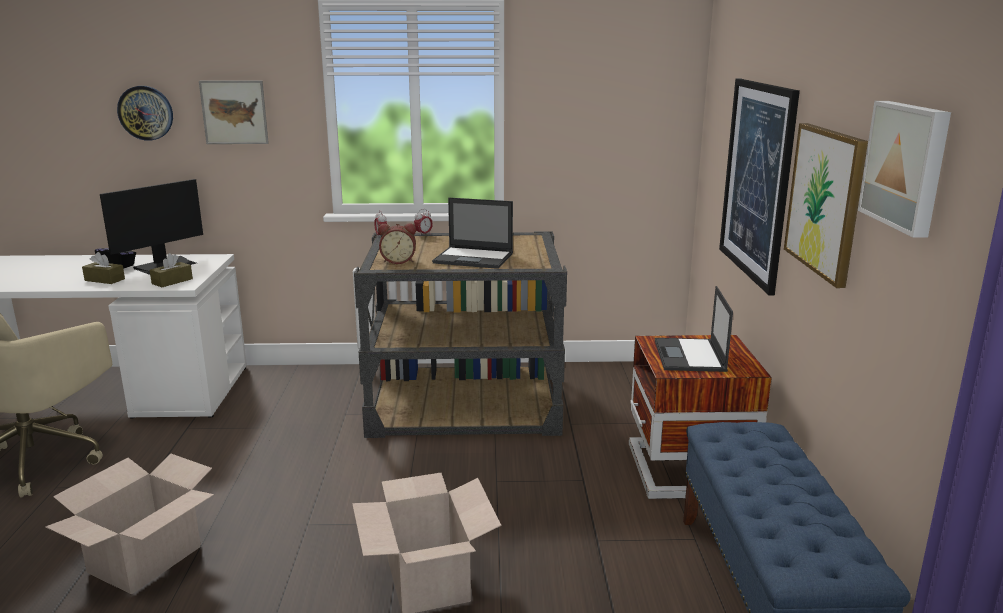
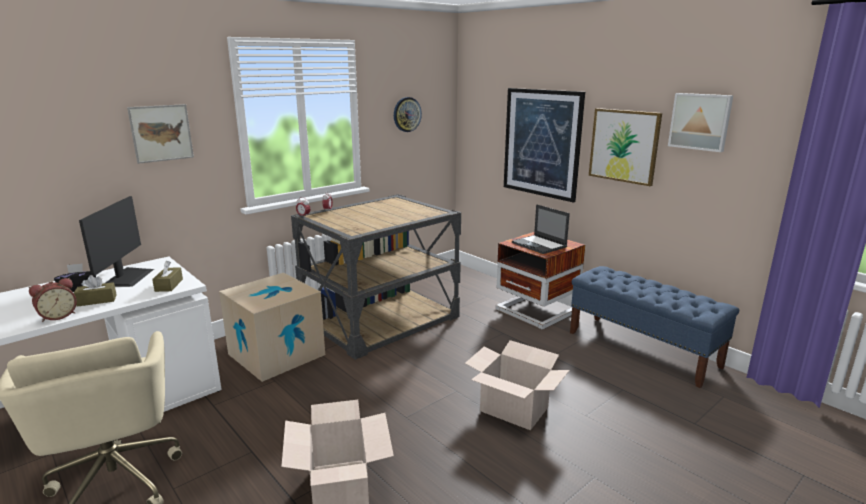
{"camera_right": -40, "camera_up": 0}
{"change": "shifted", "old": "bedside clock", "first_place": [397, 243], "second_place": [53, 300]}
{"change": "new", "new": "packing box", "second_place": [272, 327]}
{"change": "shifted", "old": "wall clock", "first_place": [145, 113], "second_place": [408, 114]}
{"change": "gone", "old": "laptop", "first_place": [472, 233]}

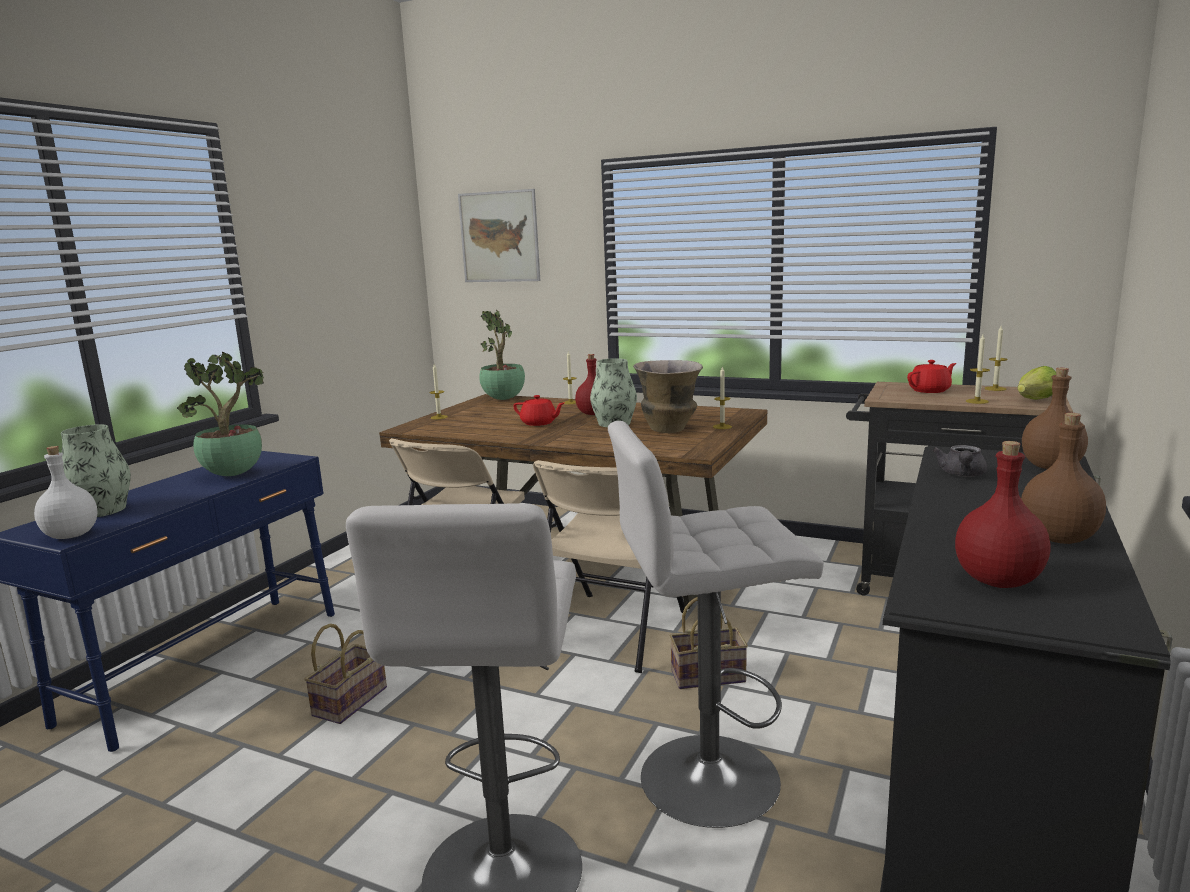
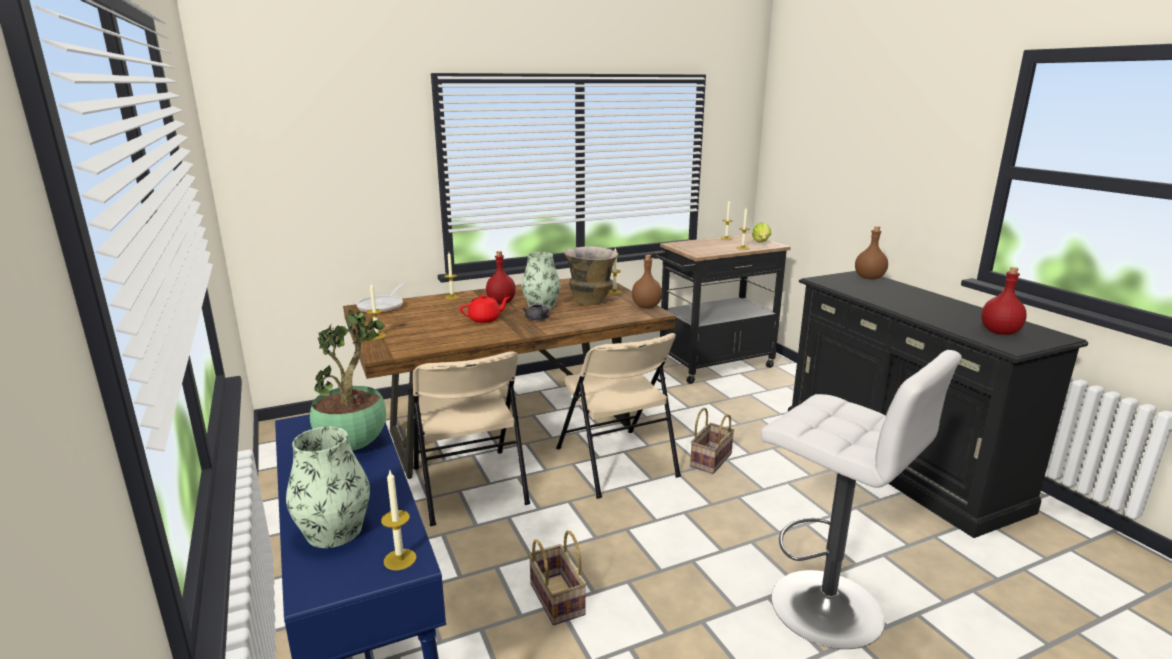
{"camera_right": -50, "camera_up": 5}
{"change": "swapped", "old": "houseplant", "new": "frying pan", "first_place": [502, 354], "second_place": [380, 298]}
{"change": "swapped", "old": "beverage bottle/white-coloured", "new": "wax light", "first_place": [65, 492], "second_place": [399, 521]}
{"change": "shifted", "old": "teapot/gray", "first_place": [960, 461], "second_place": [536, 312]}
{"change": "shifted", "old": "beverage bottle/brown-coloured", "first_place": [1063, 478], "second_place": [647, 281]}
{"change": "gone", "old": "wall art", "first_place": [499, 235]}
{"change": "gone", "old": "stool seat/white-coloured", "first_place": [716, 624]}
{"change": "gone", "old": "teapot/red", "first_place": [931, 376]}

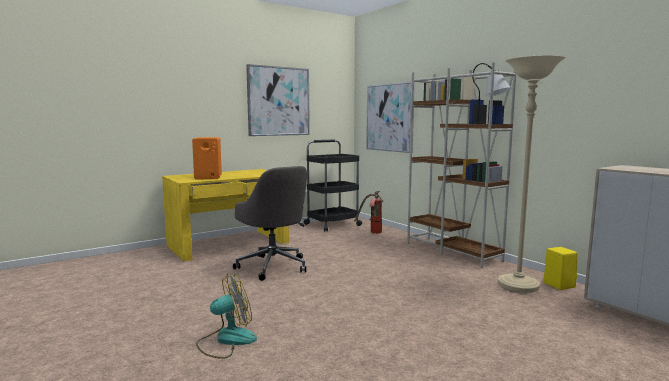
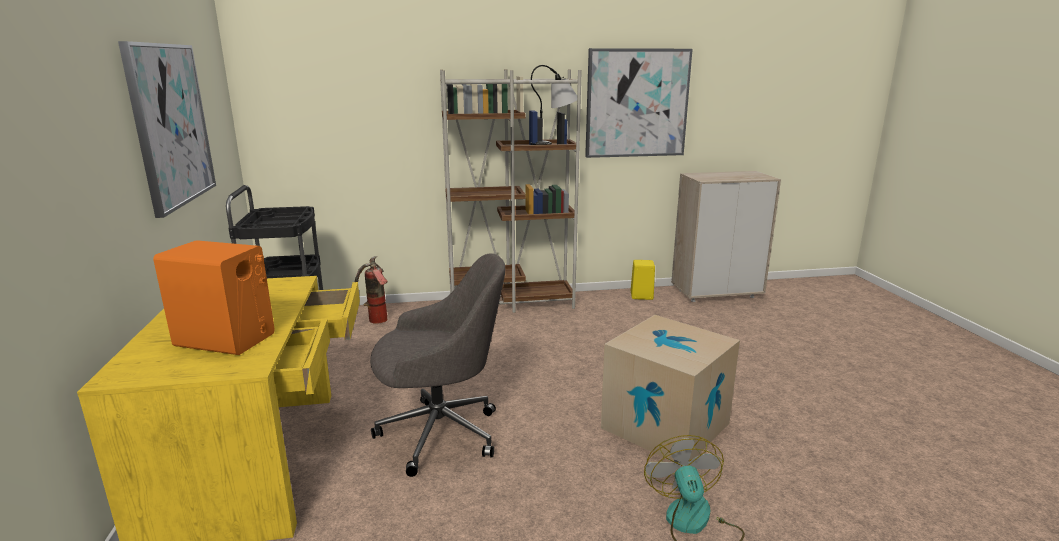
{"camera_right": -65, "camera_up": 10}
{"change": "shifted", "old": "wall art", "first_place": [390, 117], "second_place": [639, 103]}
{"change": "new", "new": "packing box", "second_place": [670, 388]}
{"change": "gone", "old": "floor lamp/beige-coloured", "first_place": [531, 174]}

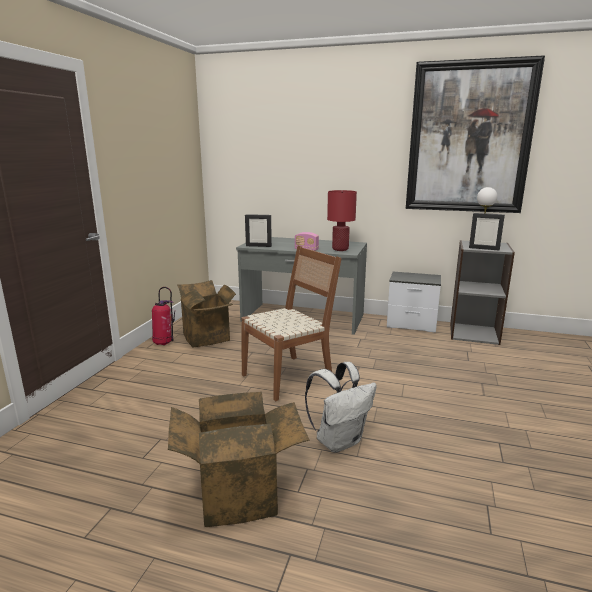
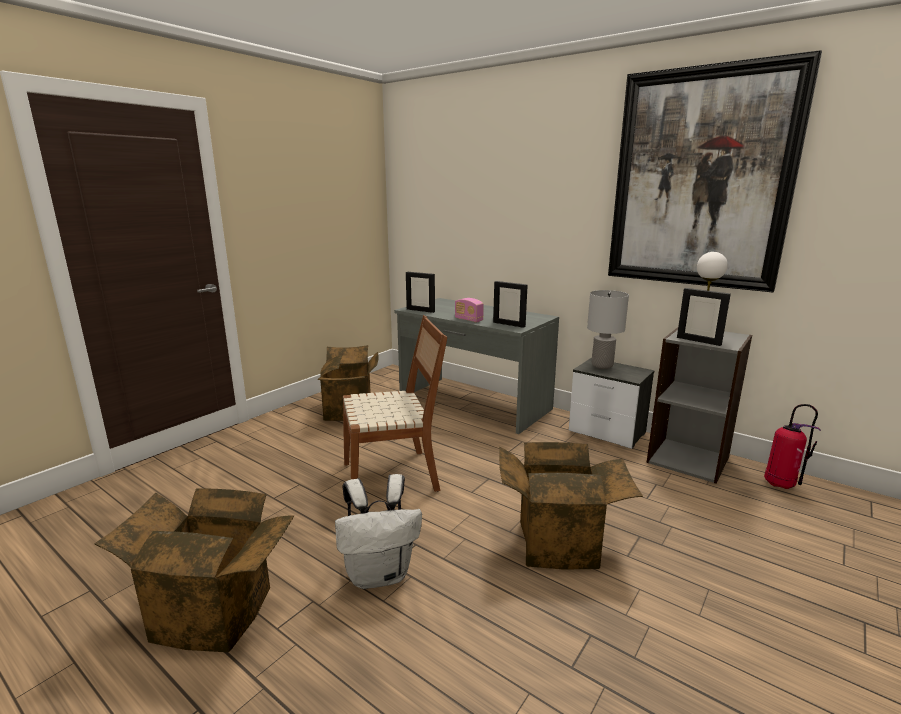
{"camera_right": 20, "camera_up": 0}
{"change": "swapped", "old": "tabletop lamp/red", "new": "standing frame", "first_place": [342, 220], "second_place": [510, 304]}
{"change": "new", "new": "packing box", "second_place": [571, 506]}
{"change": "new", "new": "tabletop lamp/gray", "second_place": [608, 329]}
{"change": "shifted", "old": "fire-fighting cylinder", "first_place": [163, 316], "second_place": [792, 446]}

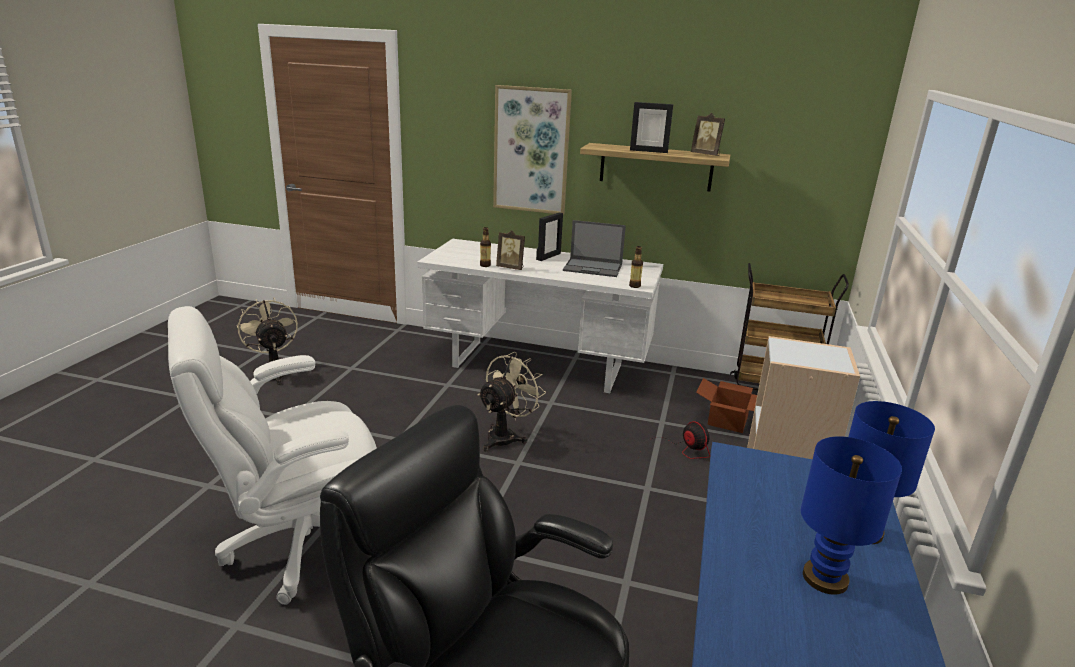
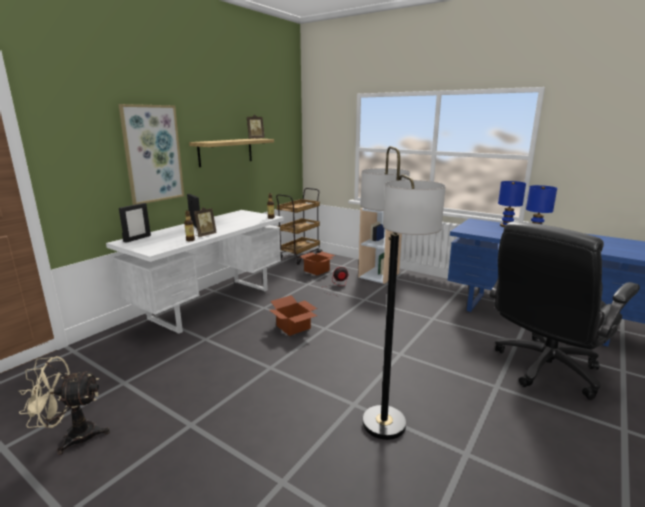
{"camera_right": -70, "camera_up": -5}
{"change": "shifted", "old": "standing frame", "first_place": [651, 127], "second_place": [135, 223]}
{"change": "swapped", "old": "cooling fan/beige-coloured", "new": "packing box", "first_place": [512, 401], "second_place": [293, 315]}
{"change": "swapped", "old": "office chair/white-coloured", "new": "floor lamp", "first_place": [272, 455], "second_place": [403, 293]}
{"change": "gone", "old": "laptop", "first_place": [594, 248]}

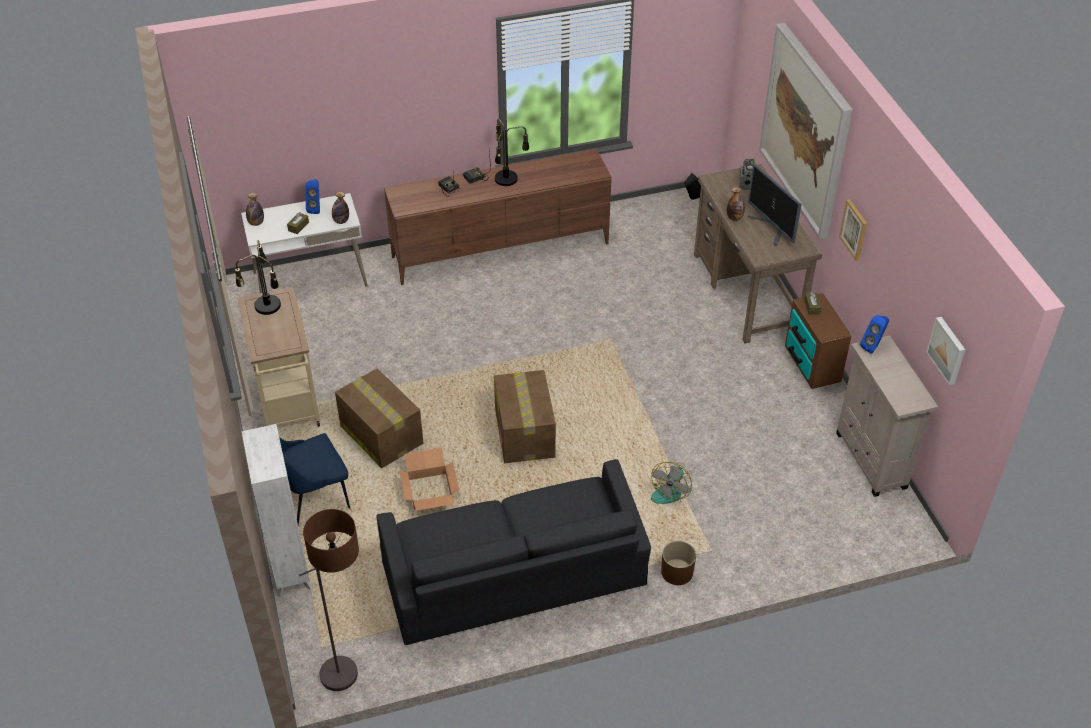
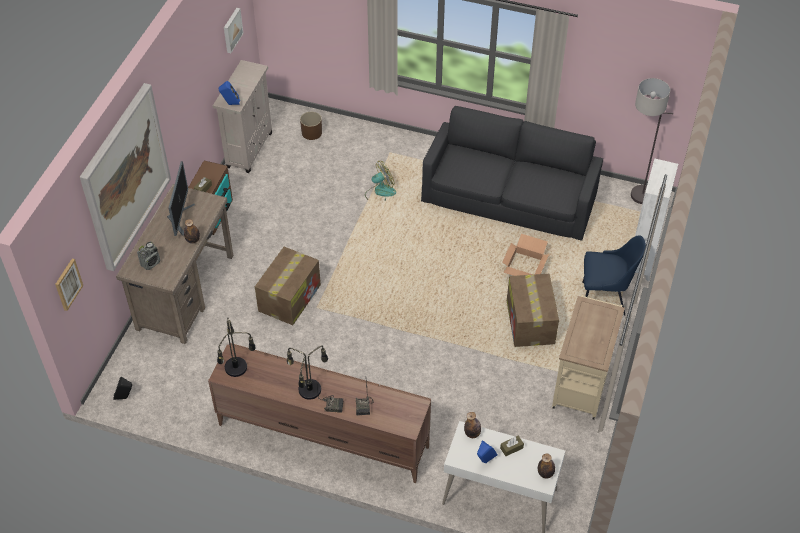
{"camera_right": -145, "camera_up": 5}
{"change": "shifted", "old": "wall art", "first_place": [853, 230], "second_place": [69, 285]}
{"change": "shifted", "old": "tabletop lamp", "first_place": [258, 277], "second_place": [236, 347]}
{"change": "shifted", "old": "packing box", "first_place": [525, 416], "second_place": [288, 286]}
{"change": "shifted", "old": "planter/brown-coloured", "first_place": [678, 563], "second_place": [311, 126]}
{"change": "repainted", "old": "floor lamp/brown-coloured", "new": "floor lamp/gray", "first_place": [329, 600], "second_place": [652, 141]}

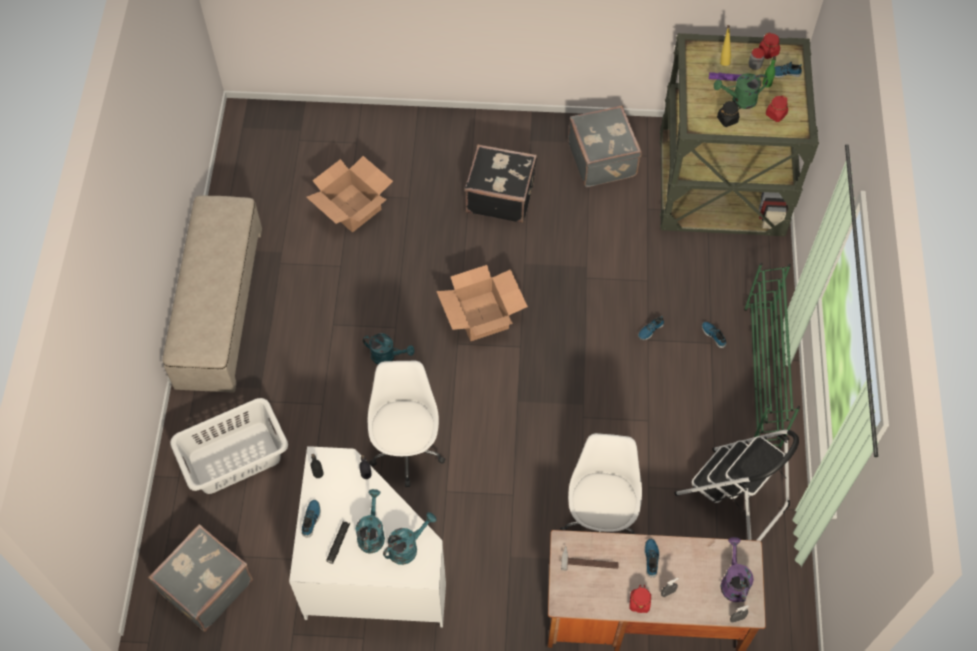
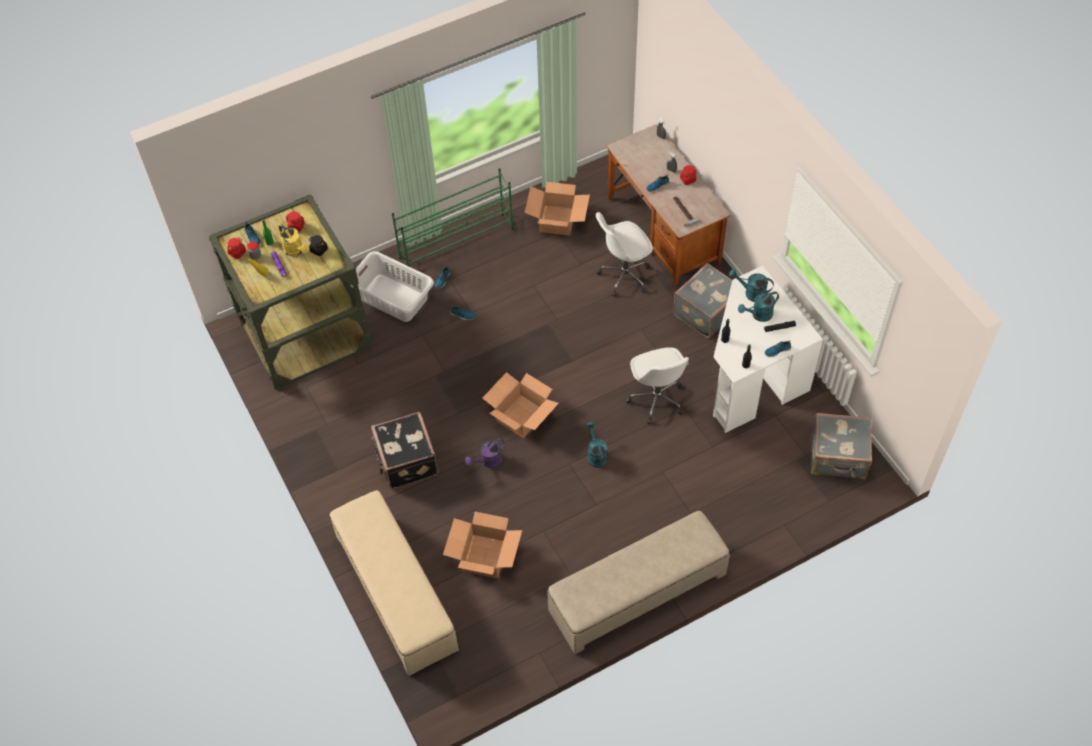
{"camera_right": -120, "camera_up": -5}
{"change": "repainted", "old": "watering can/green", "new": "watering can/yellow", "first_place": [741, 91], "second_place": [294, 240]}
{"change": "new", "new": "bench/beige-coloured", "second_place": [394, 583]}
{"change": "shifted", "old": "laundry basket/white-coloured", "first_place": [229, 446], "second_place": [392, 286]}
{"change": "shifted", "old": "watering can/purple-coloured", "first_place": [737, 569], "second_place": [484, 453]}
{"change": "swapped", "old": "step stool", "new": "packing box", "first_place": [737, 485], "second_place": [557, 208]}
{"change": "rotated", "old": "office chair/white-coloured", "first_place": [406, 424], "second_place": [657, 385], "degrees": -75}
{"change": "shifted", "old": "travel case/gray", "first_place": [605, 146], "second_place": [702, 300]}

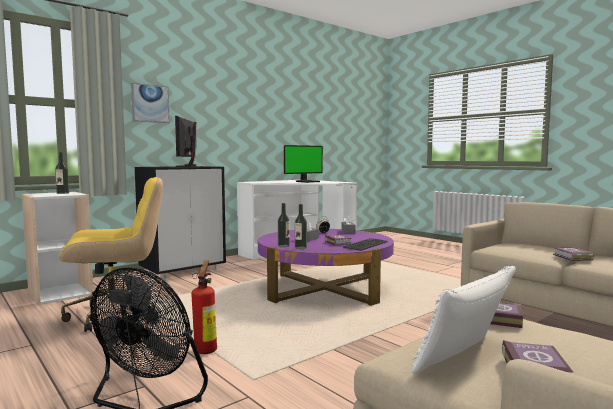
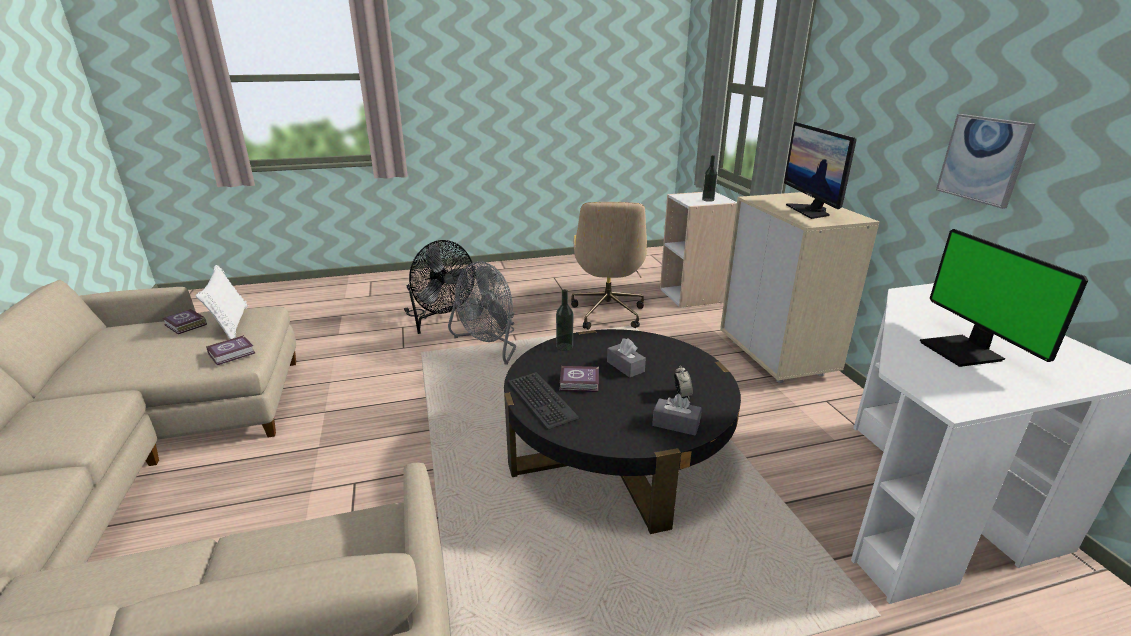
{"camera_right": 115, "camera_up": 20}
{"change": "swapped", "old": "fire-fighting cylinder", "new": "cooling fan/gray", "first_place": [204, 307], "second_place": [482, 313]}
{"change": "repainted", "old": "low table/purple-coloured", "new": "low table/blackish", "first_place": [326, 267], "second_place": [622, 431]}
{"change": "repainted", "old": "cabinet/blackish", "new": "cabinet/beige-coloured", "first_place": [180, 222], "second_place": [800, 287]}
{"change": "rotated", "old": "computer display", "first_place": [186, 141], "second_place": [820, 170], "degrees": -120}
{"change": "shifted", "old": "wall art", "first_place": [150, 103], "second_place": [985, 161]}
{"change": "gone", "old": "beverage bottle", "first_place": [284, 225]}
{"change": "gone", "old": "bound book", "first_place": [573, 254]}

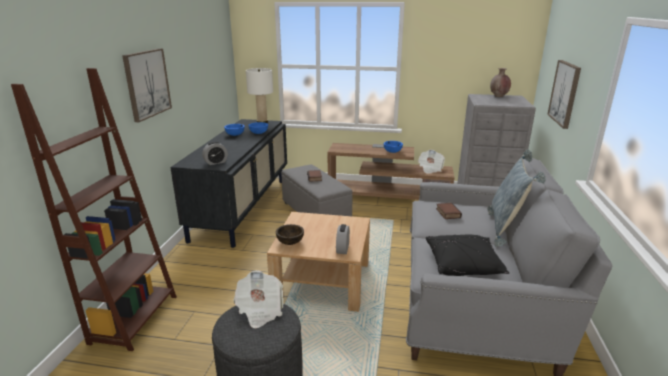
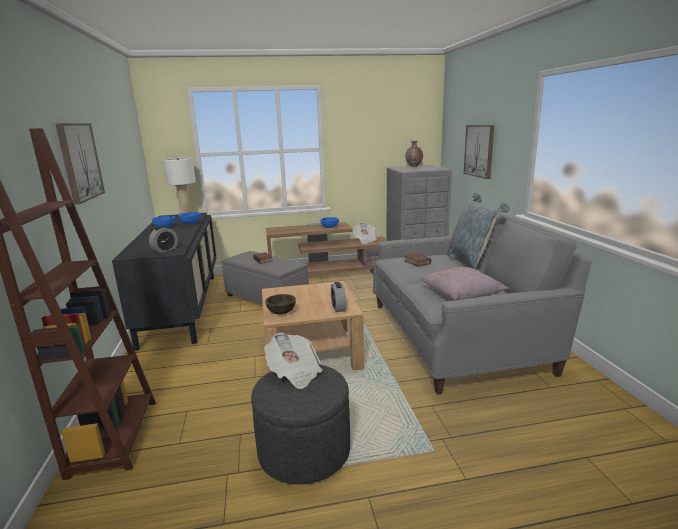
{"camera_right": -20, "camera_up": -5}
{"change": "repainted", "old": "pillow/blackish", "new": "pillow/purple-coloured", "first_place": [467, 255], "second_place": [464, 284]}

